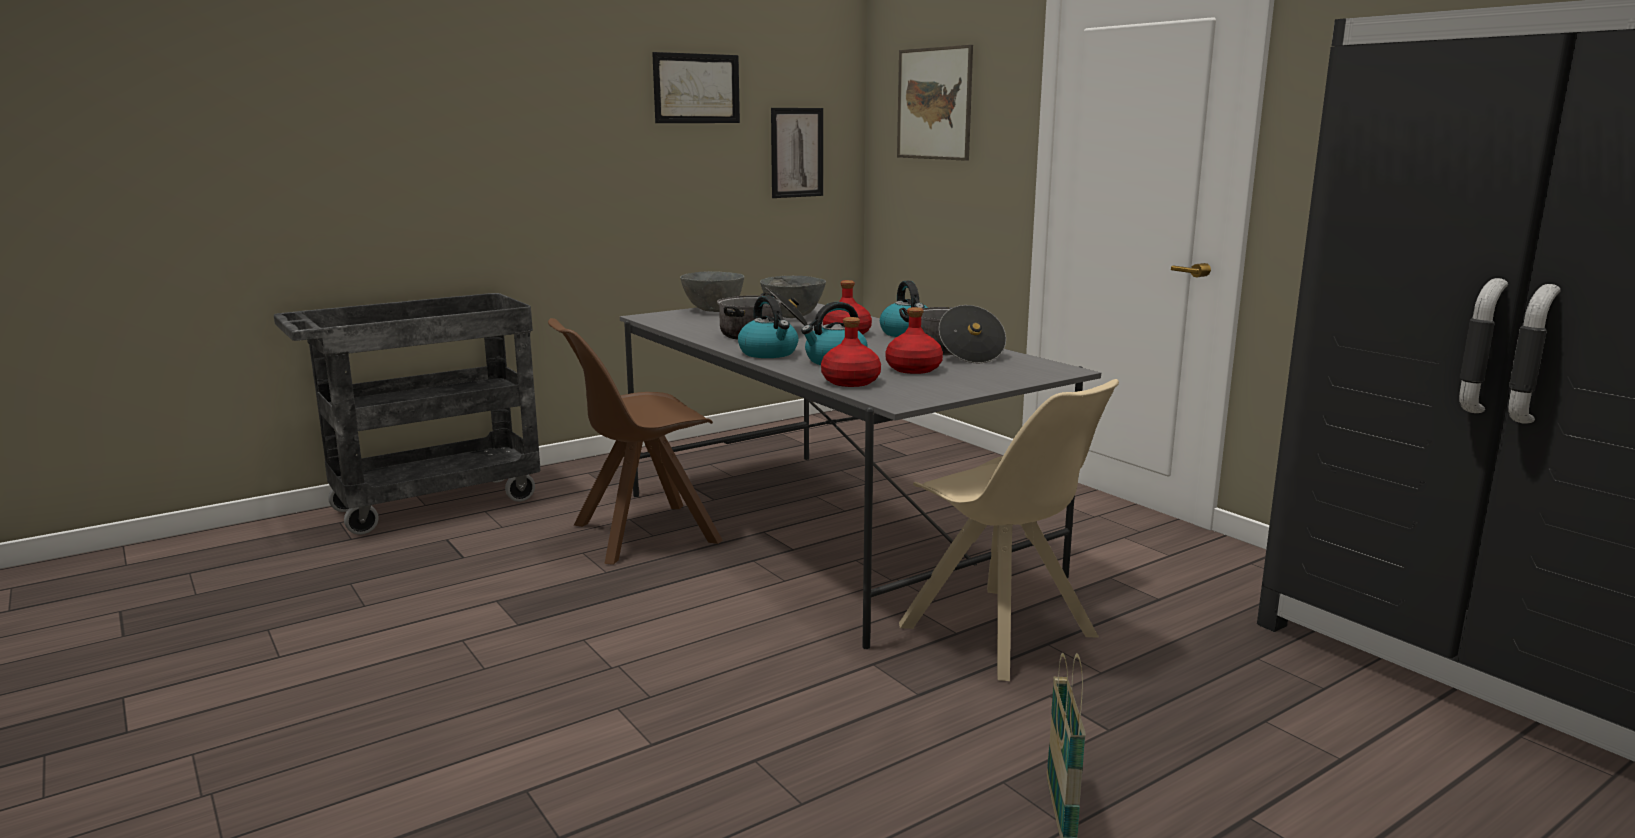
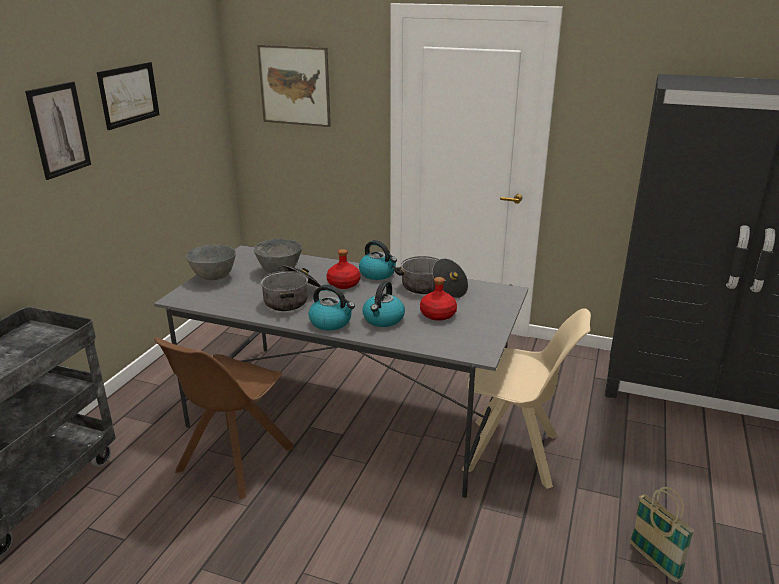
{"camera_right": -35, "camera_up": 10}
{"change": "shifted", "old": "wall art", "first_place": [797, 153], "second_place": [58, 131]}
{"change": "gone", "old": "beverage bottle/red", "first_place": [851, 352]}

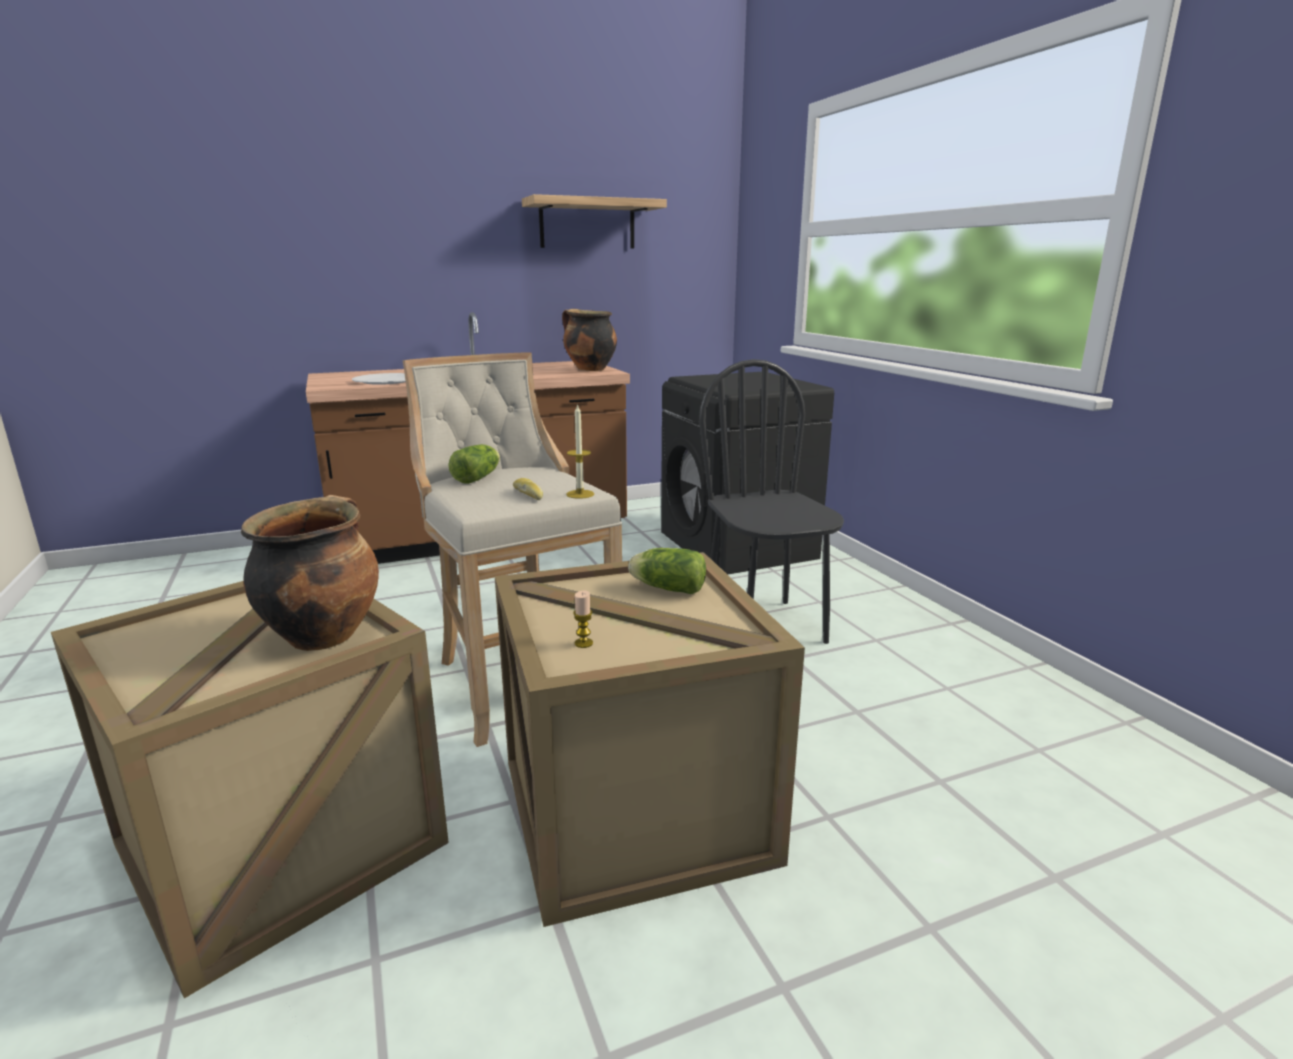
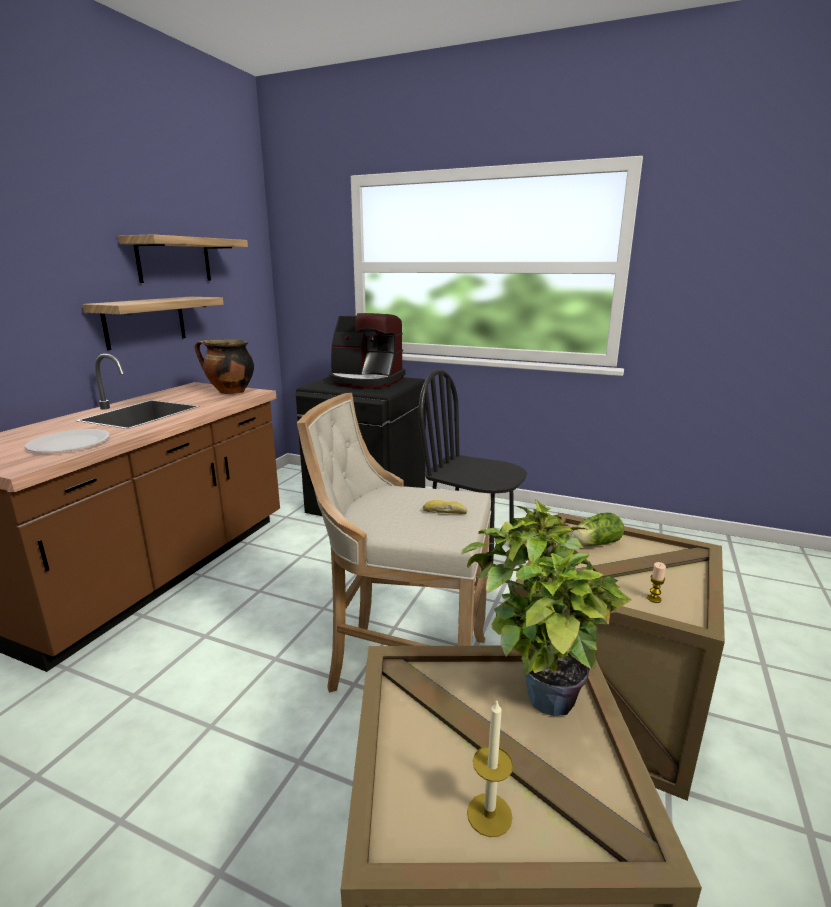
{"camera_right": -45, "camera_up": 0}
{"change": "new", "new": "shelf", "second_place": [153, 323]}
{"change": "new", "new": "coffee machine", "second_place": [367, 351]}
{"change": "swapped", "old": "saucepot", "new": "houseplant", "first_place": [310, 573], "second_place": [546, 607]}
{"change": "shifted", "old": "wax light", "first_place": [580, 451], "second_place": [490, 768]}
{"change": "gone", "old": "head of lettuce", "first_place": [474, 464]}

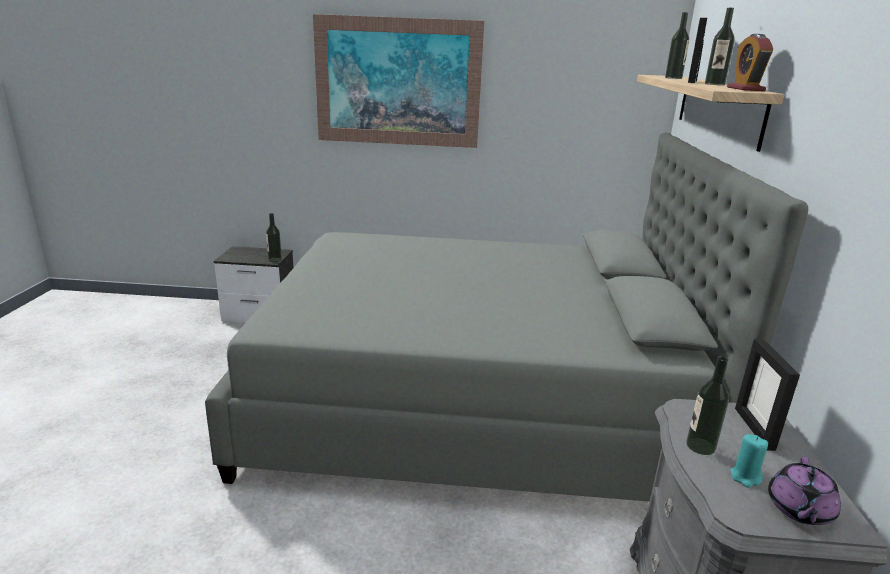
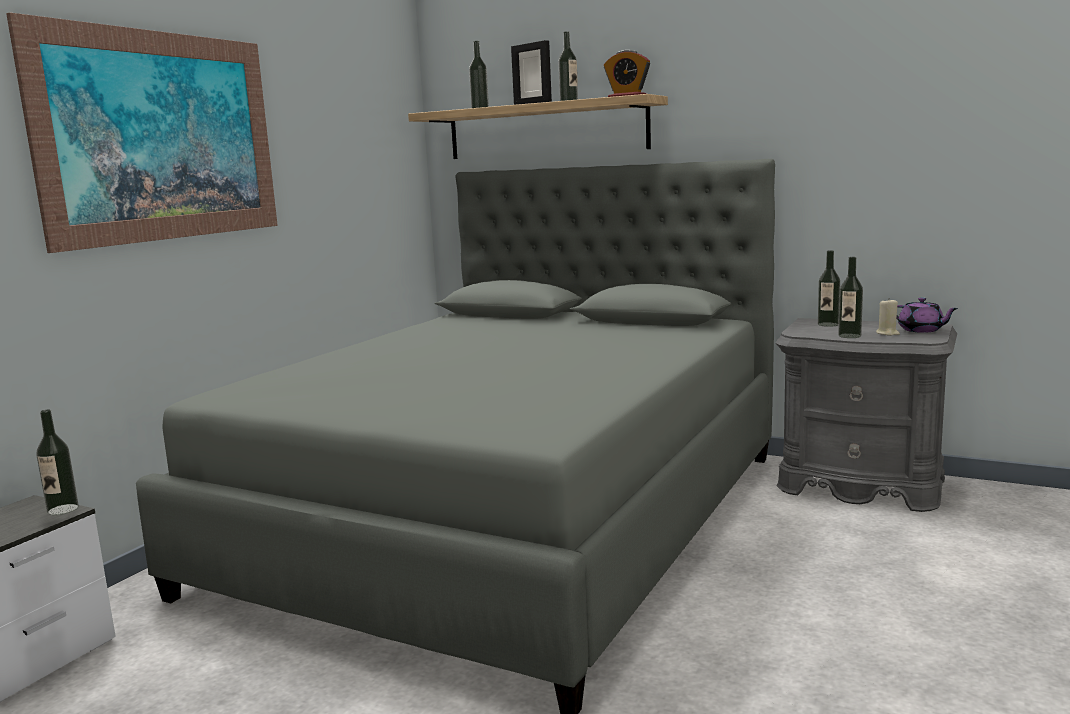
{"camera_right": -65, "camera_up": -10}
{"change": "swapped", "old": "standing frame", "new": "beverage bottle", "first_place": [767, 394], "second_place": [829, 288]}
{"change": "repainted", "old": "wax light/turquoise", "new": "wax light/beige-coloured", "first_place": [749, 461], "second_place": [888, 317]}

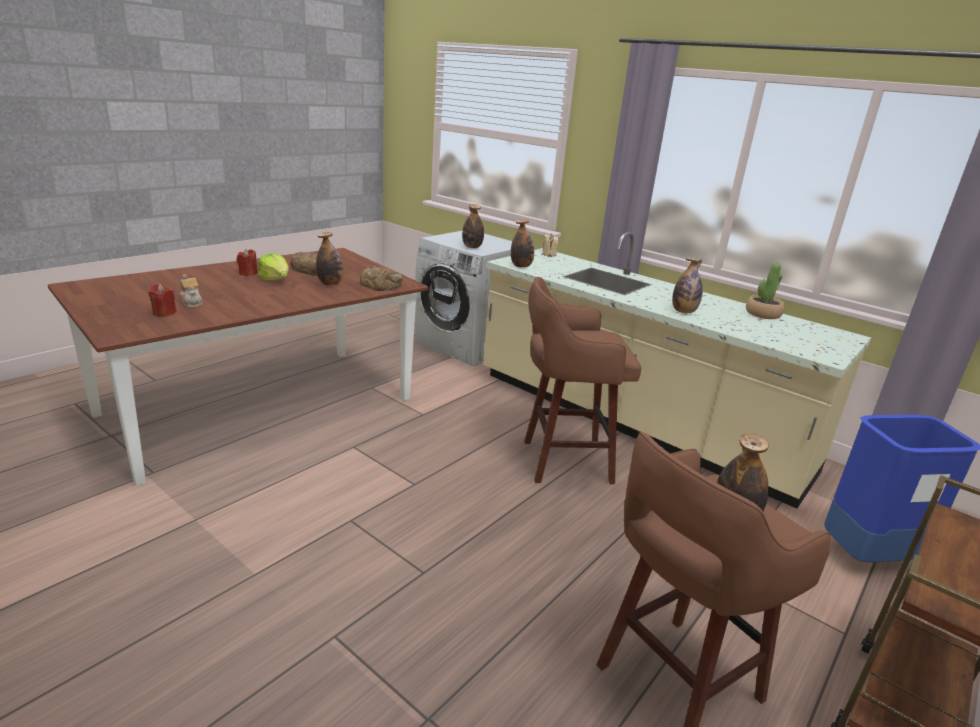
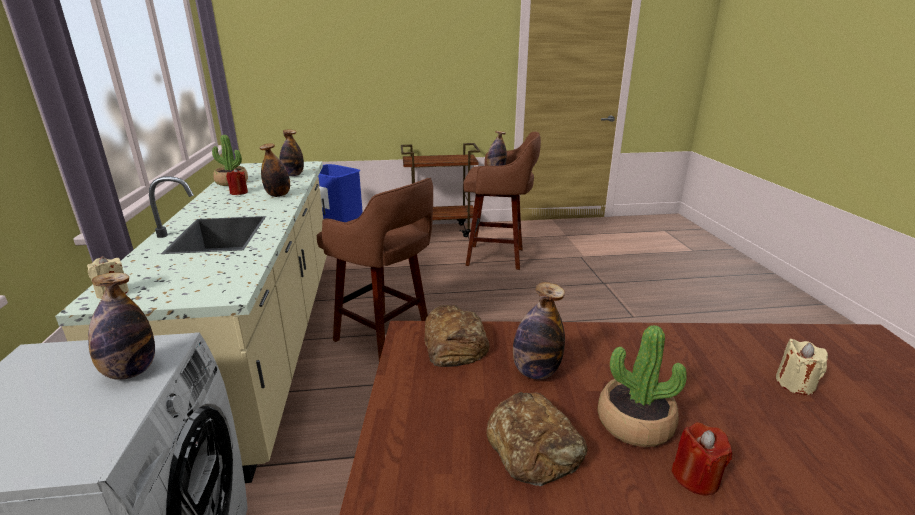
{"camera_right": -135, "camera_up": 0}
{"change": "shifted", "old": "wax light/red", "first_place": [162, 300], "second_place": [237, 181]}
{"change": "shifted", "old": "beverage bottle", "first_place": [522, 243], "second_place": [291, 153]}
{"change": "swapped", "old": "head of lettuce", "new": "houseplant", "first_place": [273, 267], "second_place": [642, 386]}
{"change": "swapped", "old": "teapot", "new": "wax light/beige-coloured", "first_place": [190, 291], "second_place": [802, 366]}

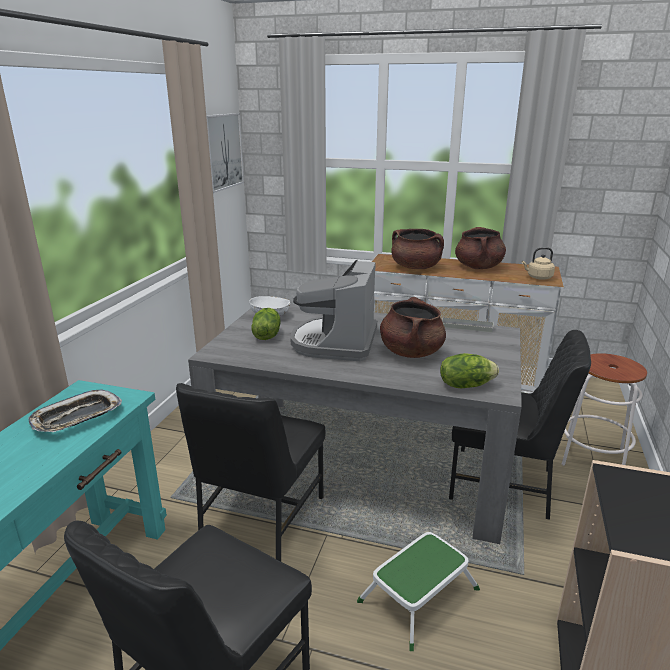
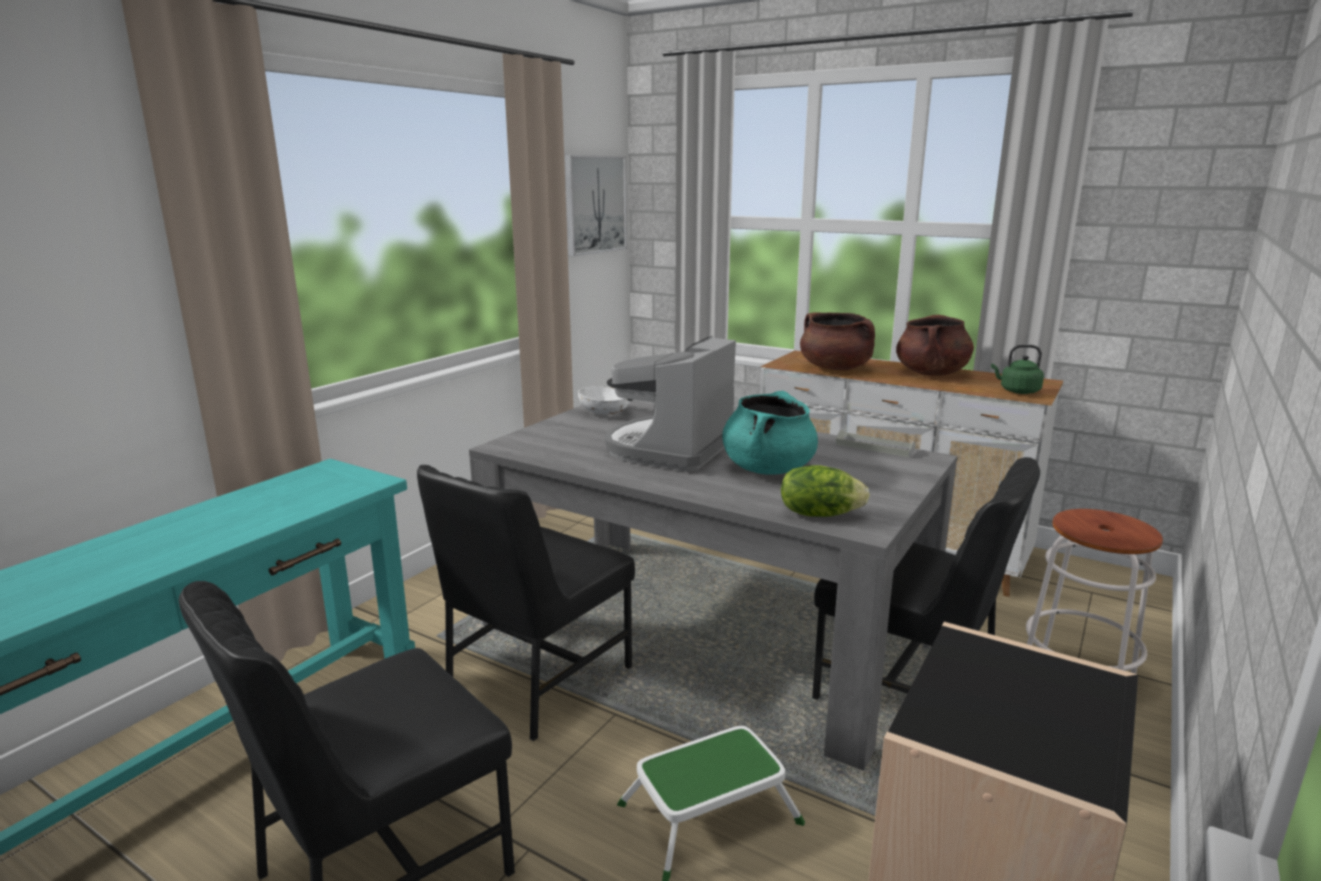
{"camera_right": 15, "camera_up": -5}
{"change": "repainted", "old": "saucepot/brown-coloured", "new": "saucepot/turquoise", "first_place": [413, 327], "second_place": [770, 433]}
{"change": "repainted", "old": "tea kettle/beige-coloured", "new": "tea kettle/green", "first_place": [538, 263], "second_place": [1017, 369]}
{"change": "gone", "old": "carrying tray", "first_place": [75, 410]}
{"change": "gone", "old": "head of lettuce", "first_place": [266, 324]}

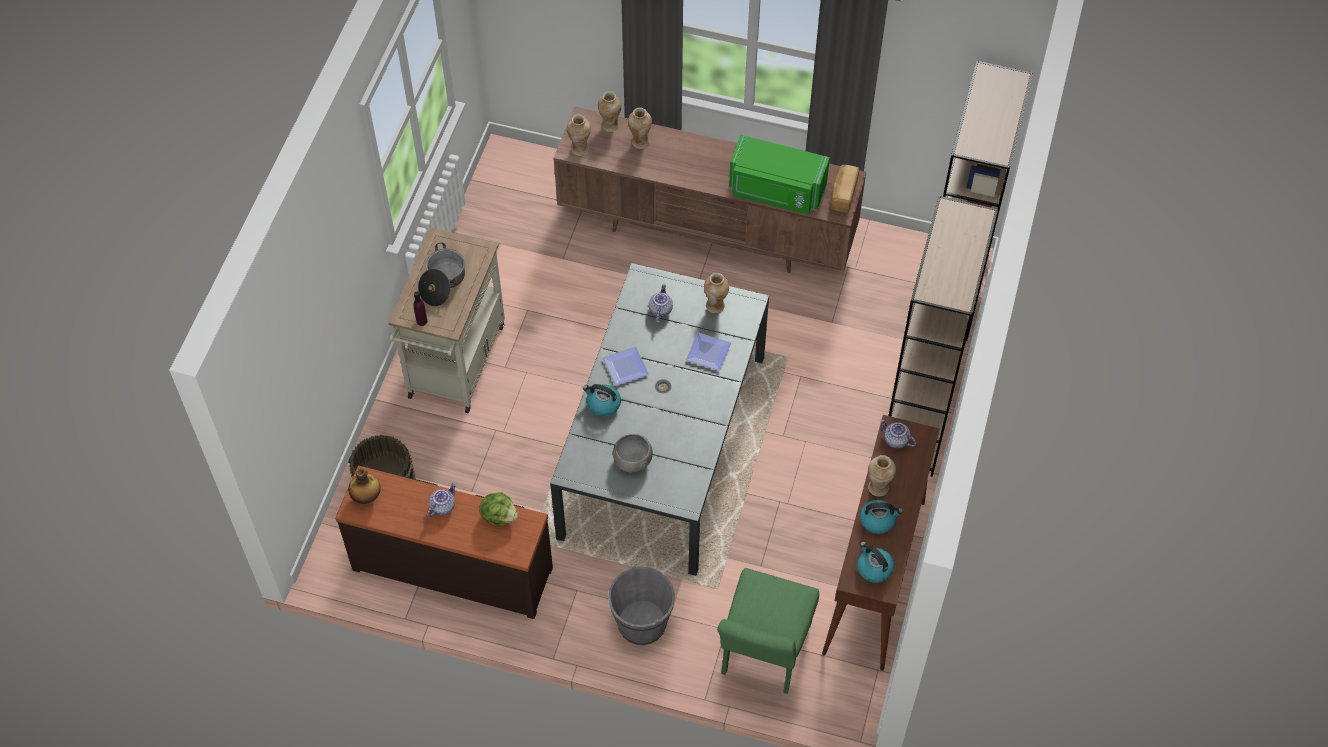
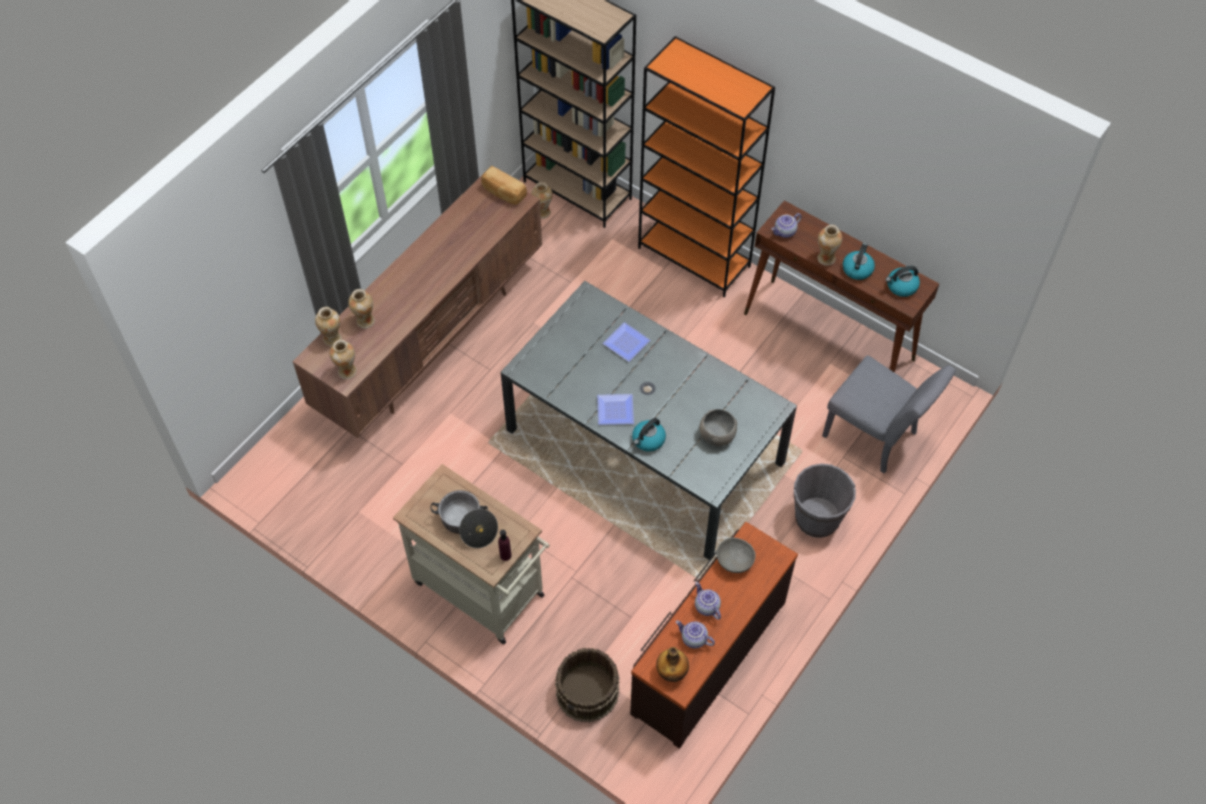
{"camera_right": -70, "camera_up": 0}
{"change": "shifted", "old": "decorative vase", "first_place": [716, 293], "second_place": [541, 200]}
{"change": "repainted", "old": "shelving unit/beige-coloured", "new": "shelving unit/orange-coloured", "first_place": [943, 336], "second_place": [706, 166]}
{"change": "shifted", "old": "teapot", "first_place": [661, 302], "second_place": [695, 634]}
{"change": "swapped", "old": "head of lettuce", "new": "deep dish/gray", "first_place": [498, 509], "second_place": [736, 555]}
{"change": "repainted", "old": "plain chair/green", "new": "plain chair/gray", "first_place": [768, 631], "second_place": [889, 414]}
{"change": "gone", "old": "microwave/green", "first_place": [779, 175]}

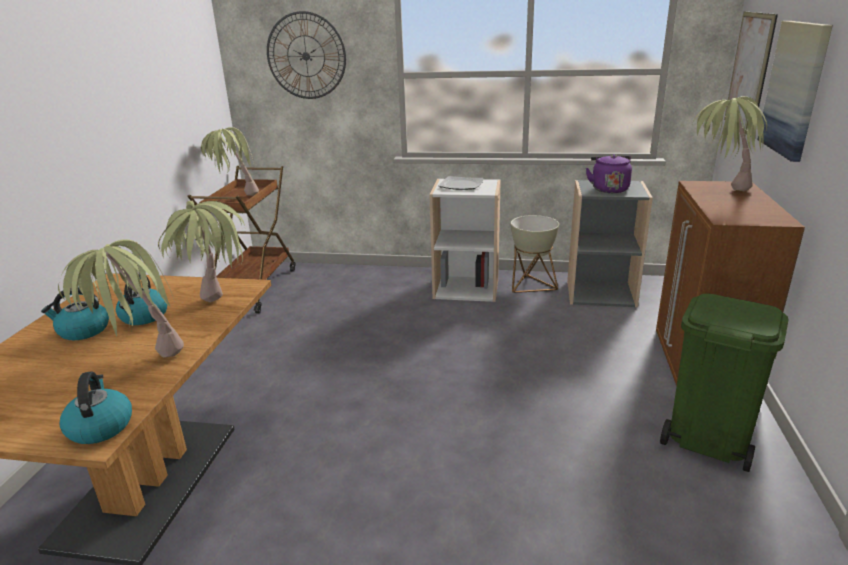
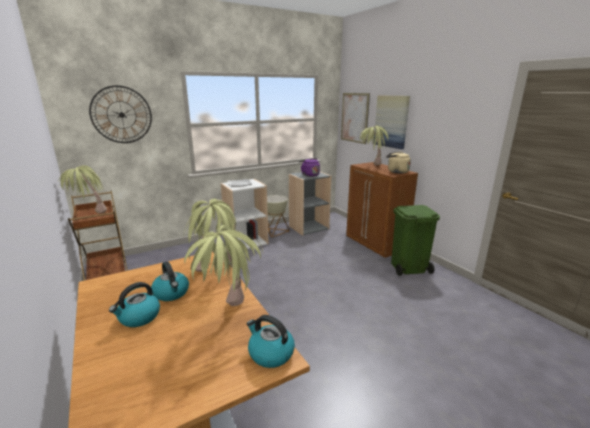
{"camera_right": -40, "camera_up": -5}
{"change": "new", "new": "tea kettle/beige-coloured", "second_place": [398, 163]}

